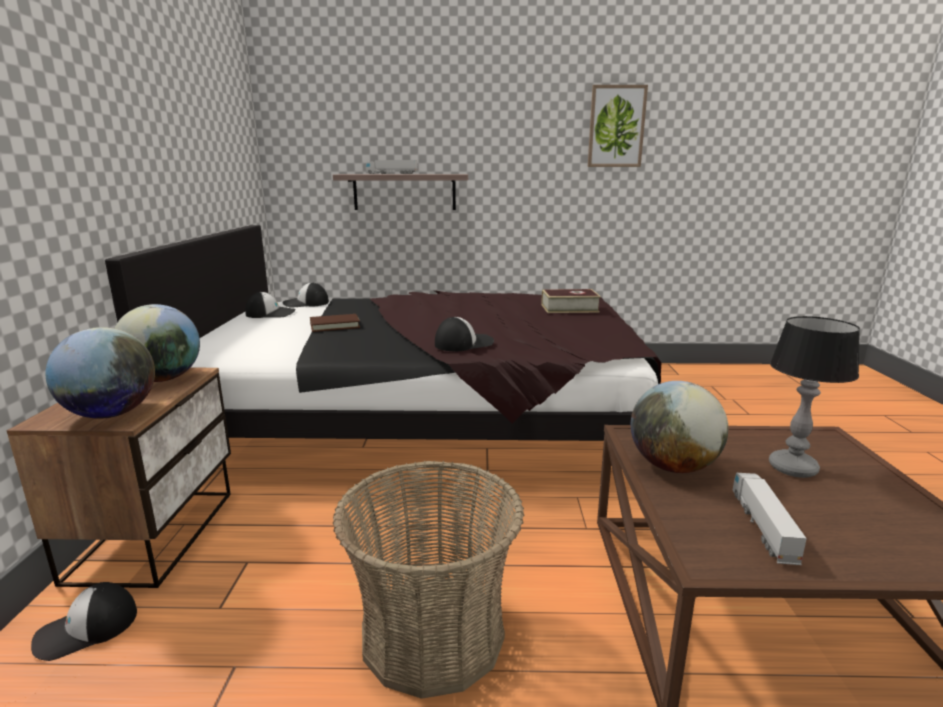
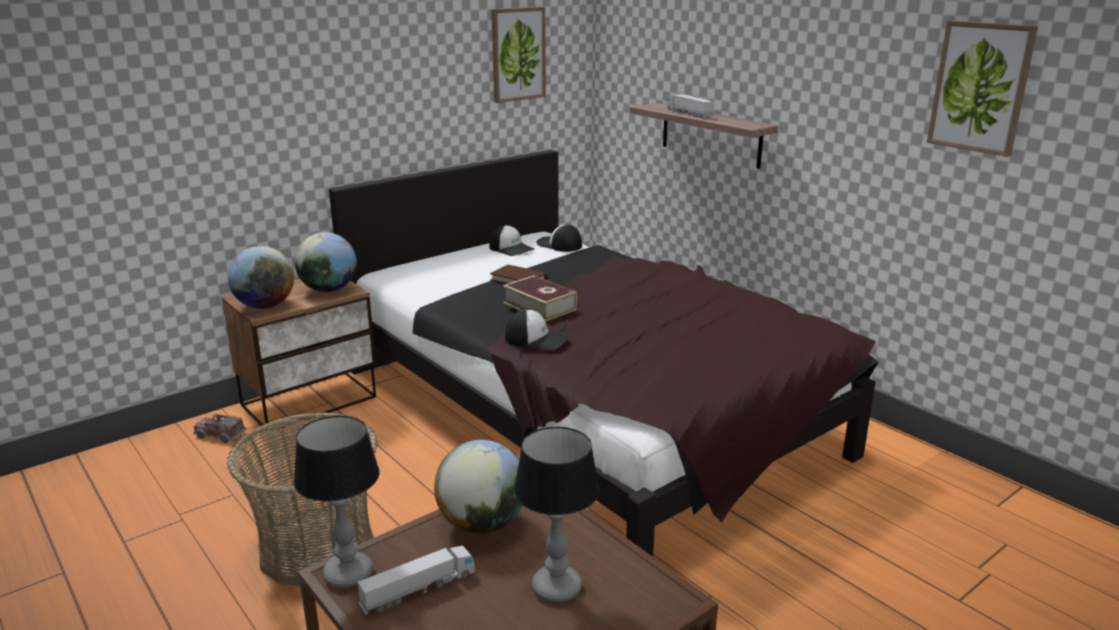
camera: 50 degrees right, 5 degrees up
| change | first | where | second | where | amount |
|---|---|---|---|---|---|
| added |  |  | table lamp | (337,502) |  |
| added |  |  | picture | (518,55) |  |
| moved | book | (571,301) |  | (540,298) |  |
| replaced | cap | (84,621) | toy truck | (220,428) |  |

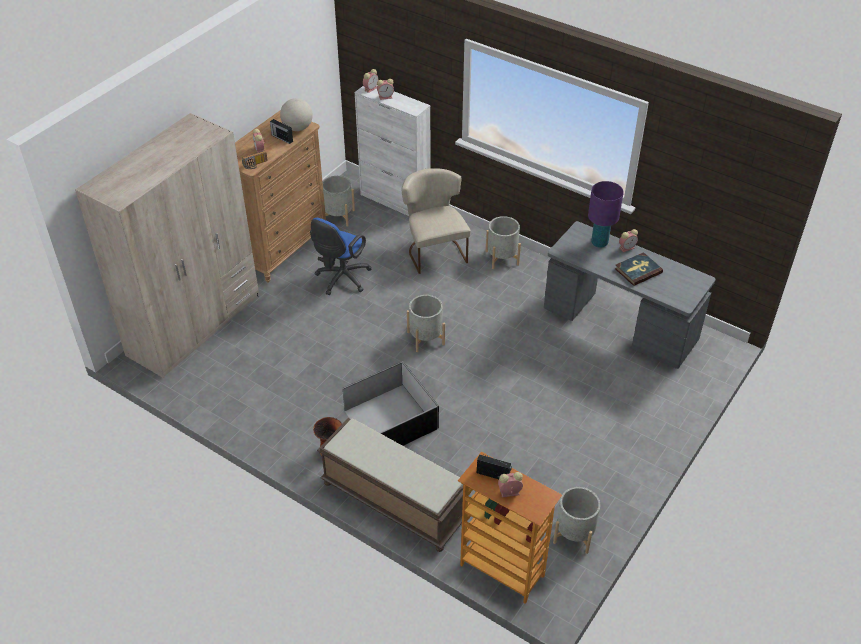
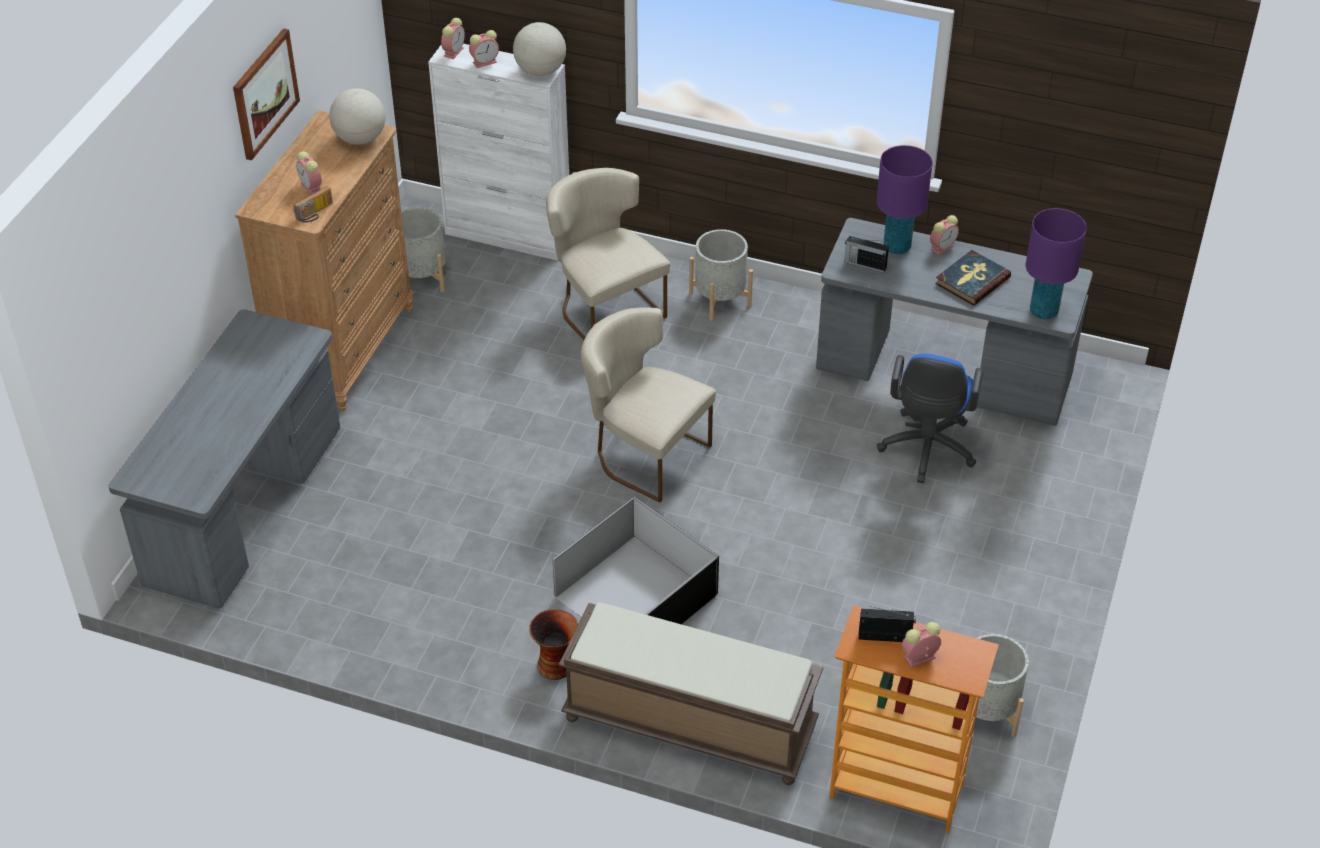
camera: 15 degrees left, 0 degrees up
| change | first | where | second | where | amount |
|---|---|---|---|---|---|
| added |  |  | picture | (266,94) |  |
| added |  |  | globe | (539,49) |  |
| added |  |  | table lamp (purple) | (1056,264) |  |
| moved | radio | (281,131) |  | (867,254) |  |
| moved | office chair (blue) | (340,256) |  | (930,418) |  |
| replaced | wardrobe (beige) | (167,245) | desk (grey) | (224,459) |  |
| replaced | planter (grey) | (426,323) | chair (beige) | (648,405) |  |

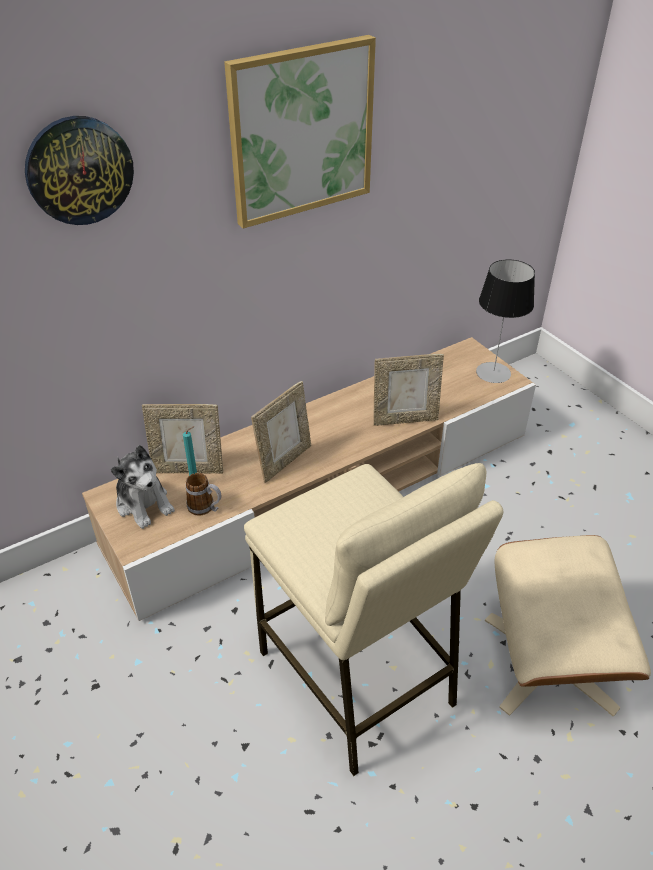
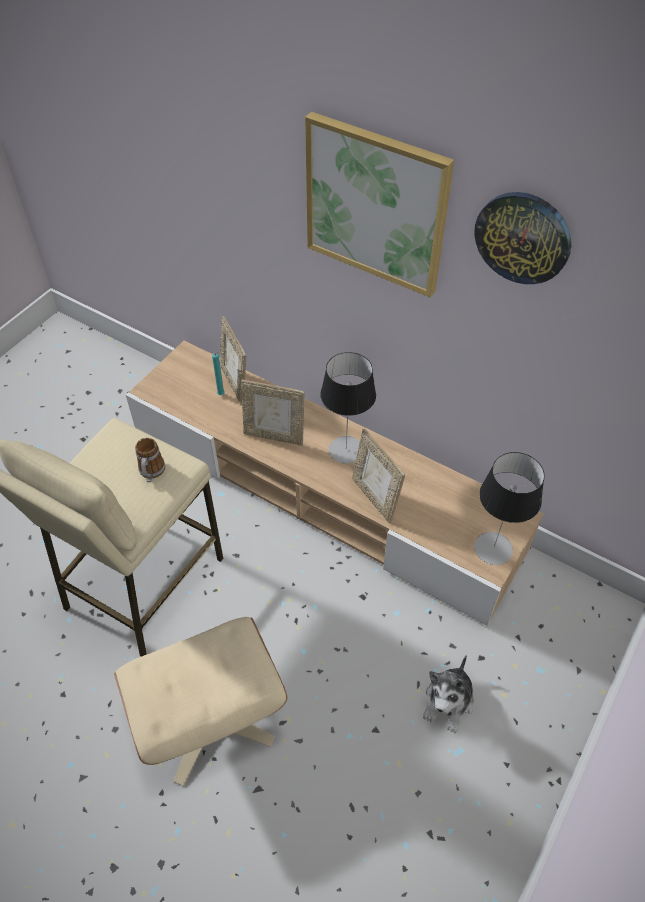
camera: 65 degrees right, 10 degrees up
| change | first | where | second | where | amount |
|---|---|---|---|---|---|
| added |  |  | table lamp | (348,408) |  |
| moved | wall clock | (79,170) |  | (522,238) |  |
| moved | plush toy | (143,487) |  | (448,694) |  |
| moved | mug | (203,494) |  | (150,460) |  |

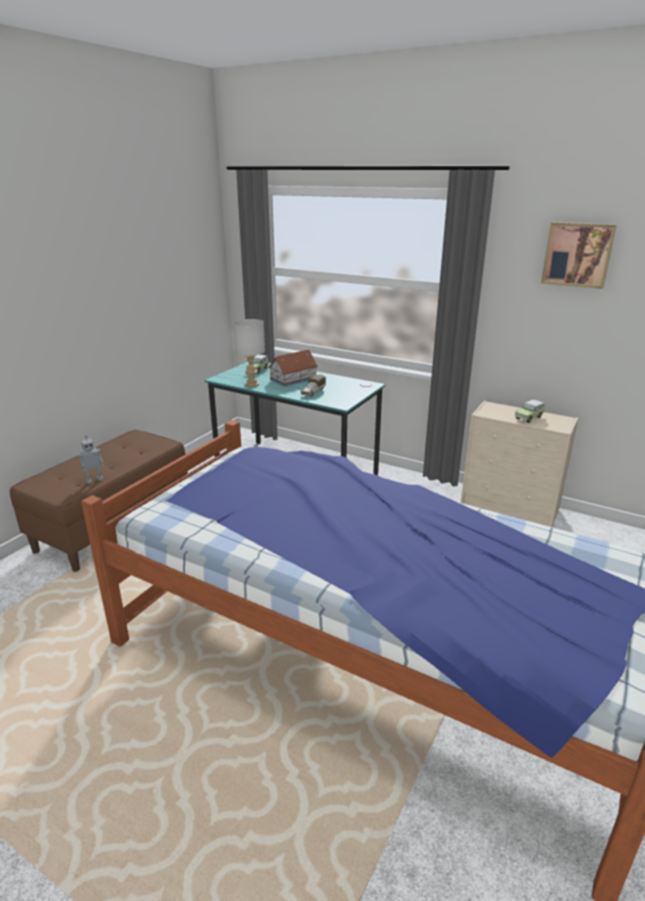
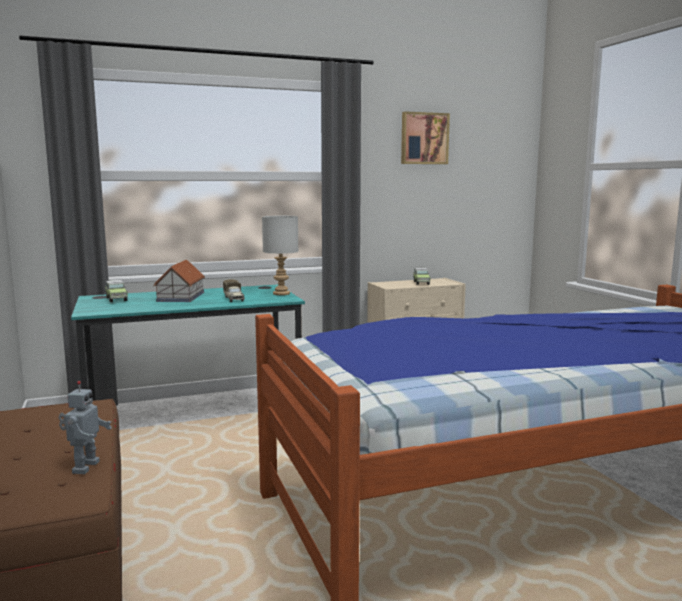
camera: 50 degrees left, 15 degrees down
| change | first | where | second | where | amount |
|---|---|---|---|---|---|
| moved | table lamp (grey) | (249,353) |  | (280,255) |  |

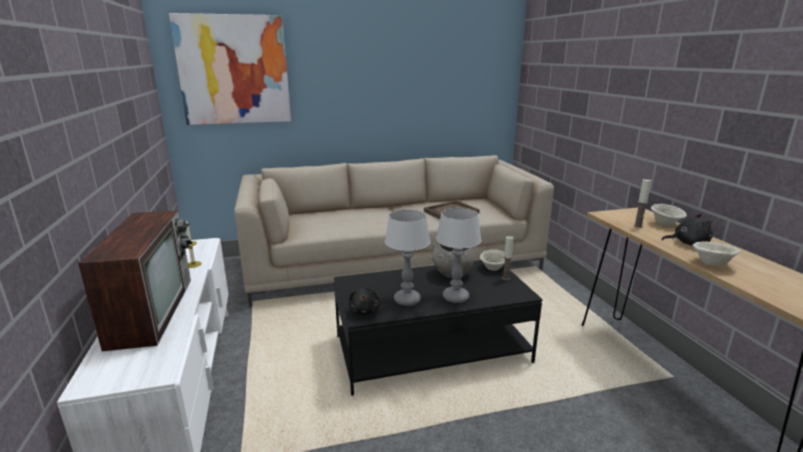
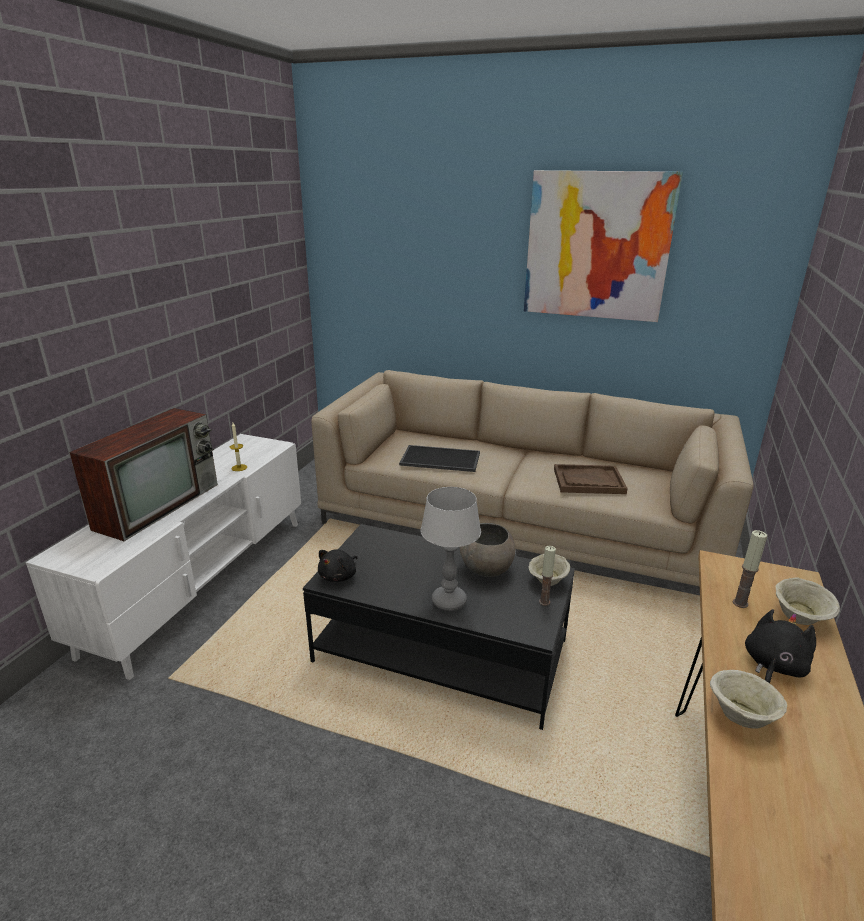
camera: 35 degrees right, 5 degrees up
| change | first | where | second | where | amount |
|---|---|---|---|---|---|
| removed | table lamp | (407,258) |  |  |  |
| added |  |  | tray | (439,458) |  |
| moved | picture | (230,69) |  | (603,246) |  |
| turned | plush toy (black) | (687,229) |  | (780,646) | 90 degrees counterclockwise |

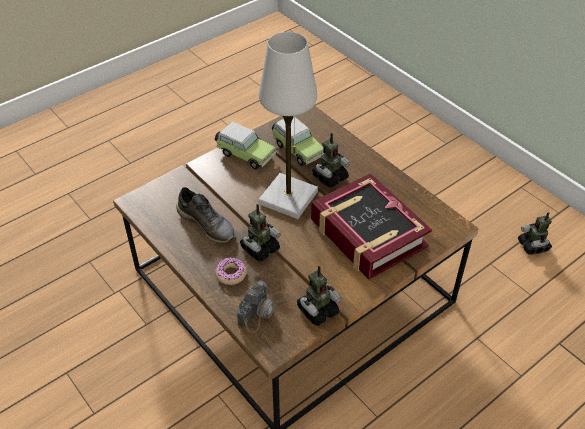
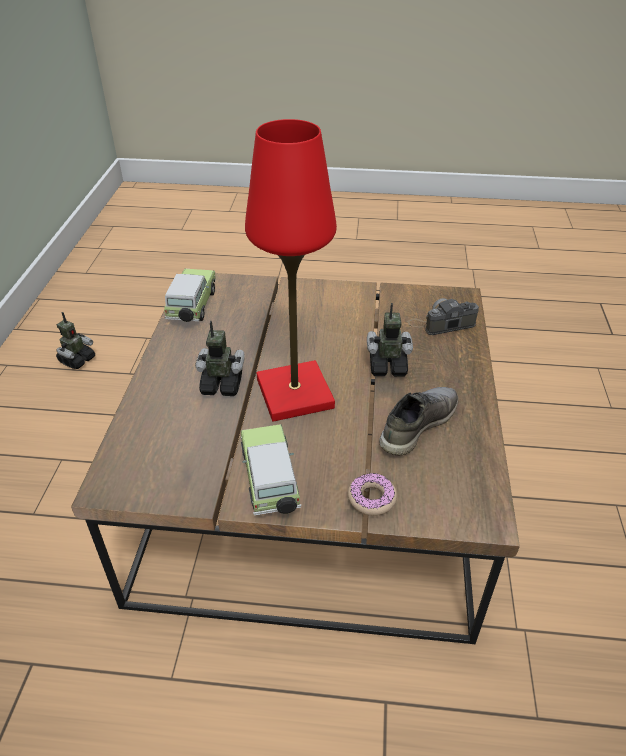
camera: 135 degrees left, 5 degrees down
| change | first | where | second | where | amount |
|---|---|---|---|---|---|
| removed | toy robot | (319,296) |  |  |  |
| removed | book | (371,226) |  |  |  |
| moved | donut | (231,271) |  | (372,494) |  |
| moved | toy car | (298,141) |  | (190,295) |  |
| recoloured | table lamp (white) | (288,125) | table lamp (red) | (291,270) |  |
| turned | shoe (grey) | (205,215) |  | (419,421) | 45 degrees clockwise |

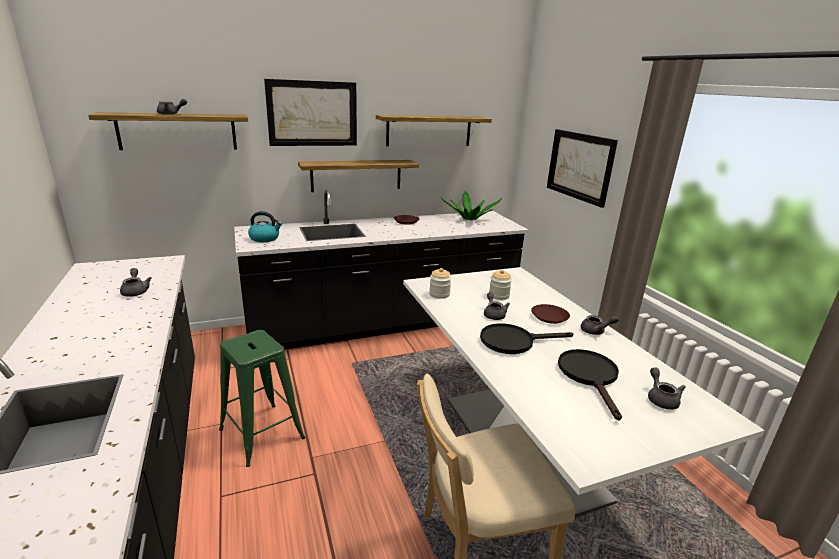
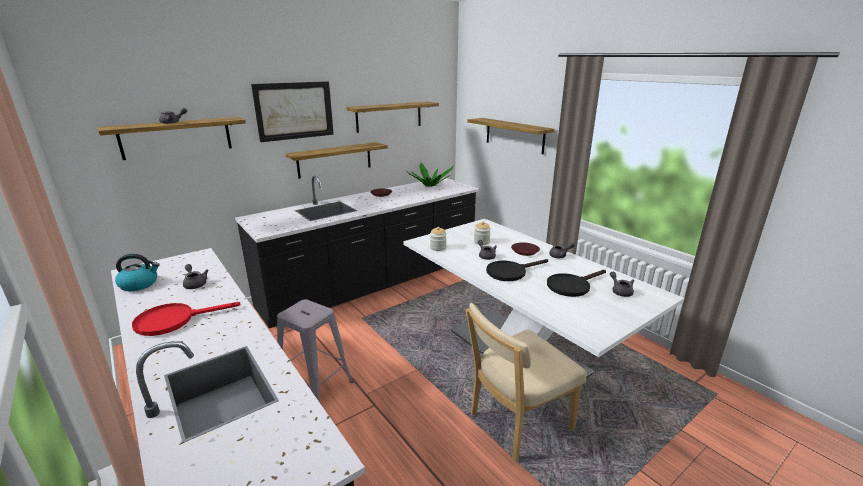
camera: 15 degrees left, 0 degrees up
| change | first | where | second | where | amount |
|---|---|---|---|---|---|
| added |  |  | frying pan (red) | (186,319) |  |
| moved | kettle | (265,226) |  | (137,272) |  |
| replaced | picture | (582,168) | shelf | (510,136) |  |
| recoloured | stool (green) | (262,398) | stool (grey) | (315,350) |  |
| turned | frying pan (black) | (590,385) |  | (576,283) | 105 degrees counterclockwise |

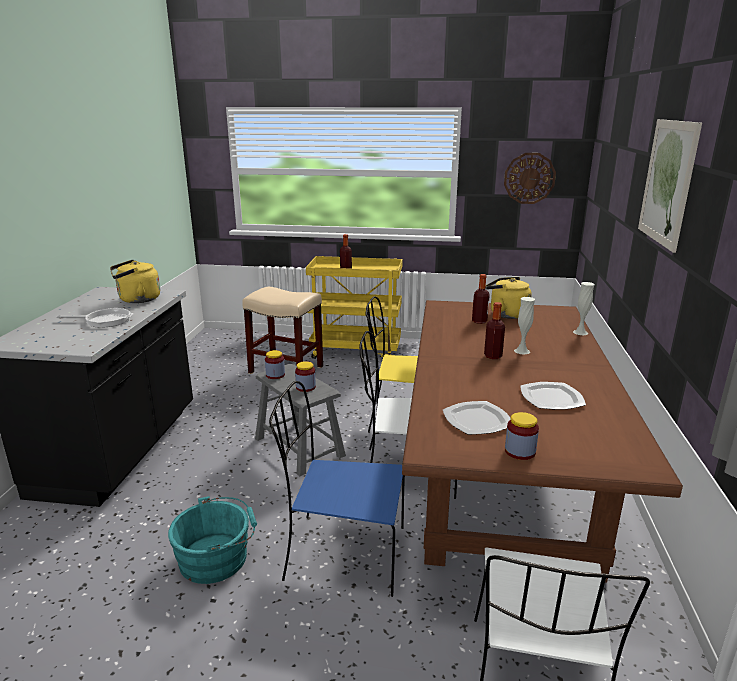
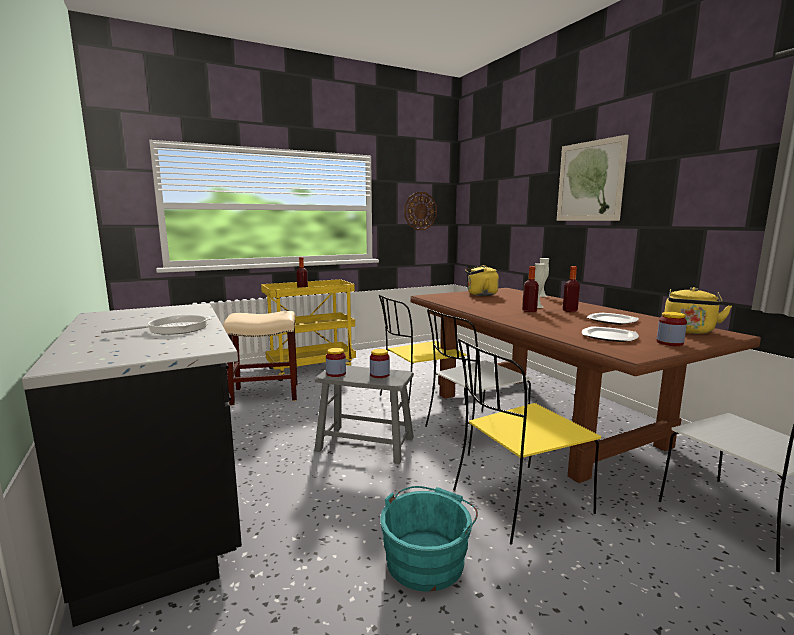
camera: 35 degrees left, 10 degrees down
| change | first | where | second | where | amount |
|---|---|---|---|---|---|
| moved | kettle (yellow) | (135,281) |  | (698,310) |  |
| moved | bottle | (481,299) |  | (571,289) |  |
| recoloured | chair (blue) | (337,489) | chair (yellow) | (527,442) |  |

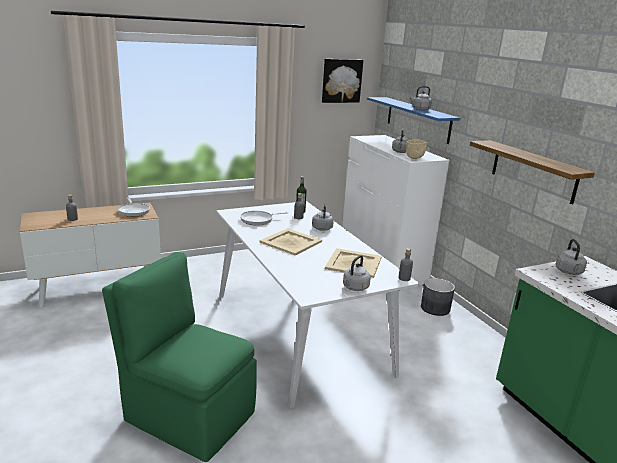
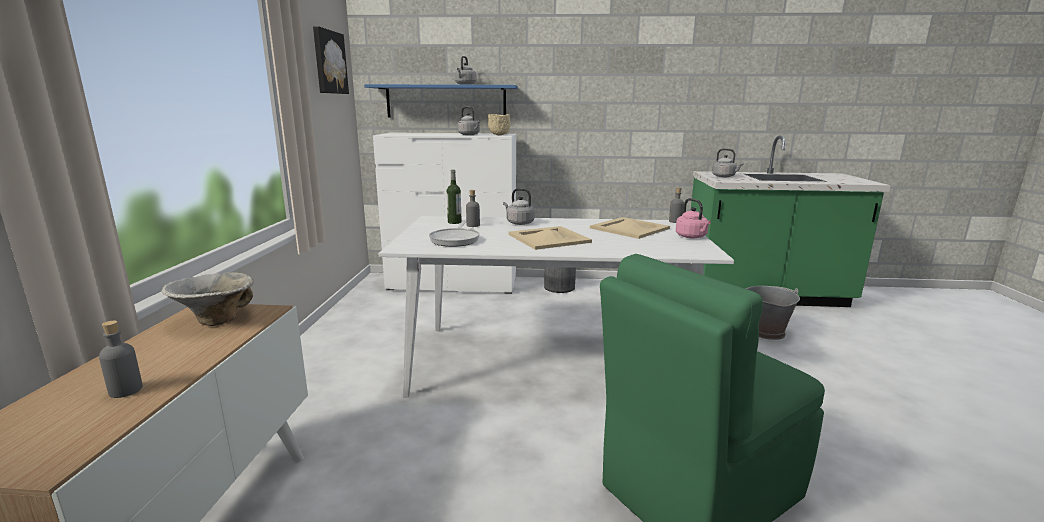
camera: 60 degrees left, 5 degrees down
| change | first | where | second | where | amount |
|---|---|---|---|---|---|
| removed | shelf | (532,172) |  |  |  |
| added |  |  | bucket (grey) | (773,313) |  |
| replaced | frying pan | (134,207) | bowl | (208,299) |  |
| recoloured | kettle (grey) | (357,273) | kettle (pink) | (693,218) |  |

